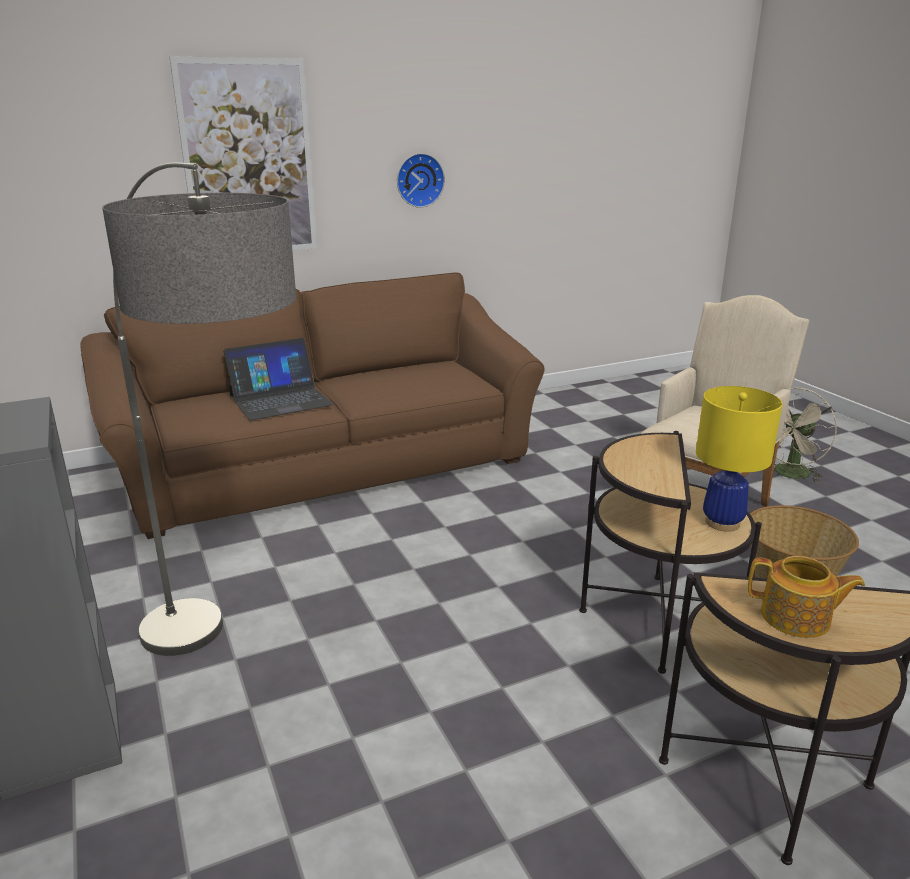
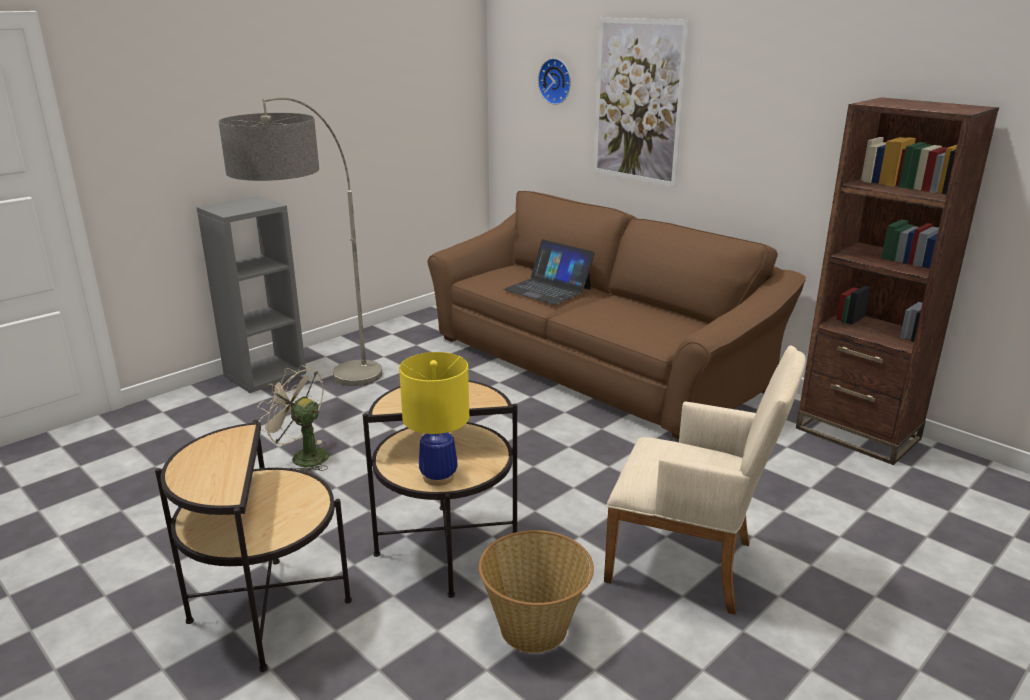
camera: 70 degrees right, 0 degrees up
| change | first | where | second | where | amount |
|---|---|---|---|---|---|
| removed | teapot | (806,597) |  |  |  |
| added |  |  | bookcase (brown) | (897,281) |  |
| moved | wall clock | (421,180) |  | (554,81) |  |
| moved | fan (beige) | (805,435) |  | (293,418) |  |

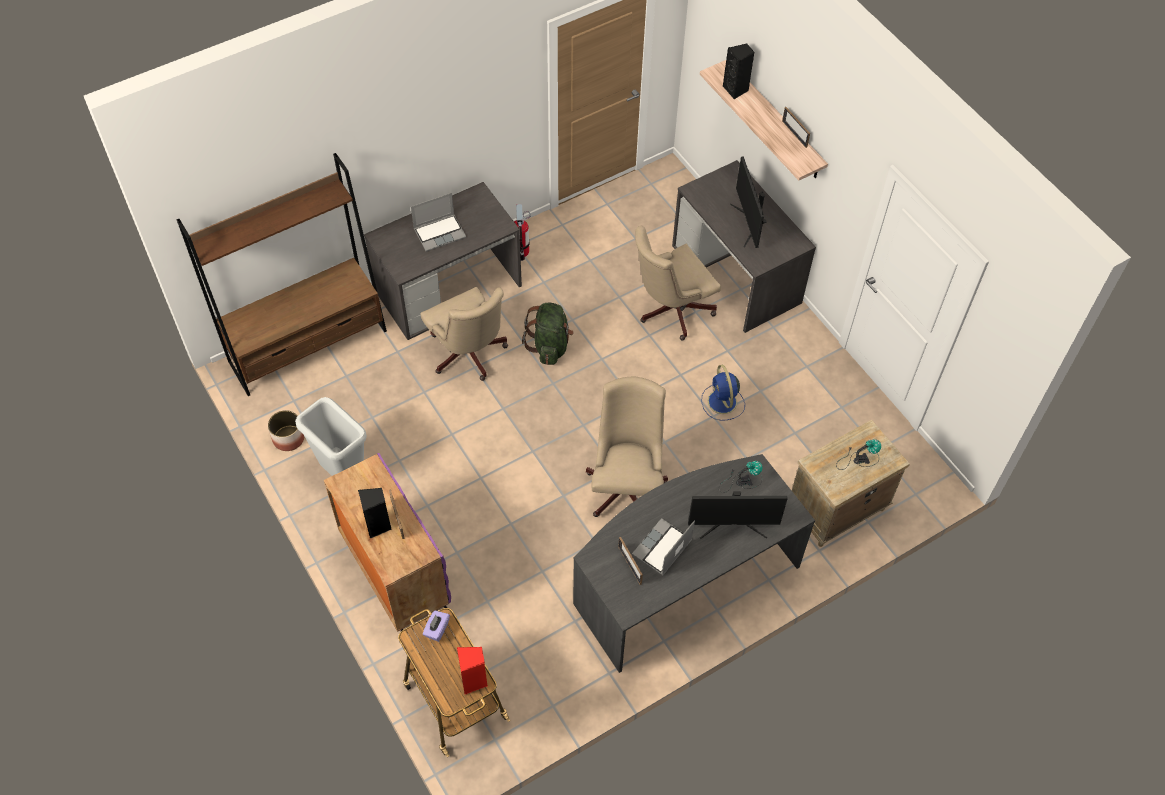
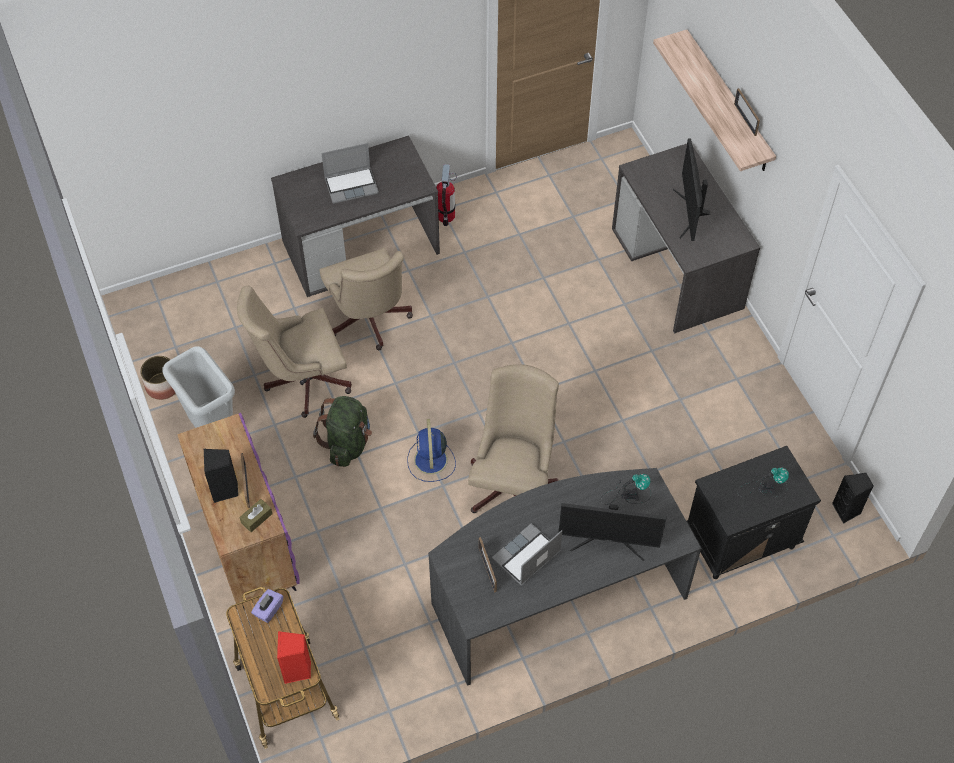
camera: 10 degrees right, 0 degrees up
| change | first | where | second | where | amount |
|---|---|---|---|---|---|
| removed | bookcase (brown) | (282,274) |  |  |  |
| added |  |  | tissue box (brown) | (256,515) |  |
| moved | backpack (green) | (548,333) |  | (342,431) |  |
| moved | office chair (beige) | (678,283) |  | (294,352) |  |
| moved | fan (blue) | (723,393) |  | (431,450) |  |
| moved | speaker (black) | (739,71) |  | (853,498) |  |
| recoloured | nightstand (beige) | (851,483) | nightstand (black) | (754,512) |  |

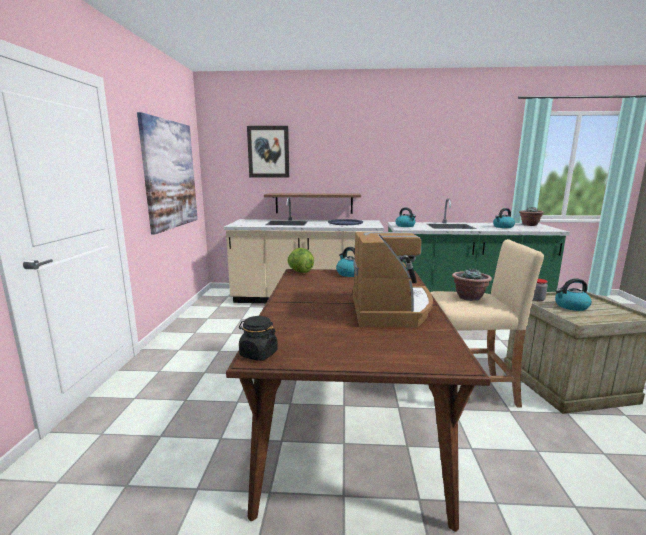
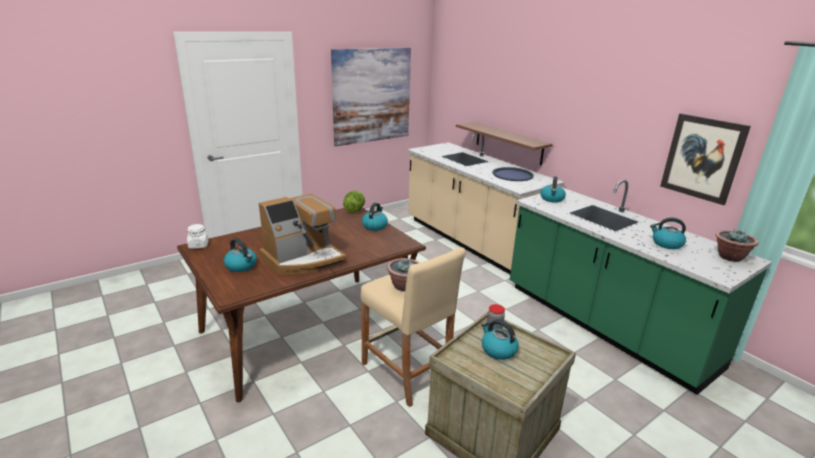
camera: 50 degrees right, 10 degrees up
| change | first | where | second | where | amount |
|---|---|---|---|---|---|
| added |  |  | kettle | (240,255) |  |
| moved | picture | (268,152) |  | (705,159) |  |
| recoloured | jar (black) | (258,338) | jar (white) | (198,236) |  |

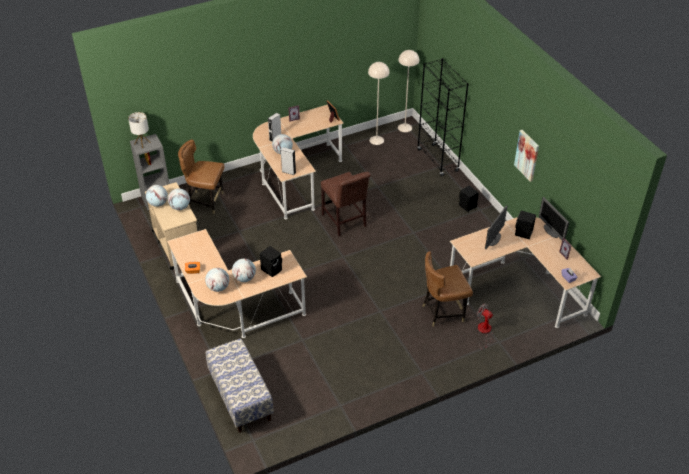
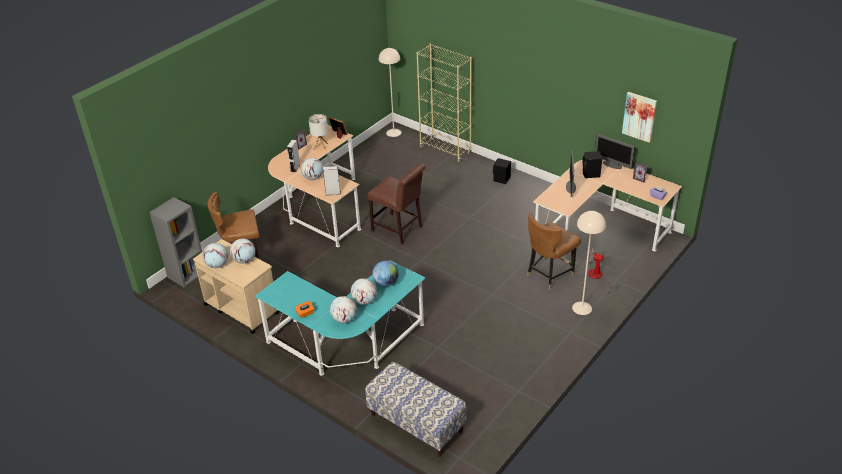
camera: 25 degrees left, 5 degrees down
| change | first | where | second | where | amount |
|---|---|---|---|---|---|
| moved | table lamp | (139,130) |  | (318,132) |  |
| moved | floor lamp (beige) | (379,103) |  | (589,263) |  |
| moved | picture | (526,156) |  | (639,117) |  |
| replaced | speaker (black) | (271,261) | globe | (385,273) |  |
| recoloured | desk (beige) | (237,283) | desk (turquoise) | (340,318) |  |
| recoloured | bookcase (black) | (443,117) | bookcase (beige) | (444,103) |  |

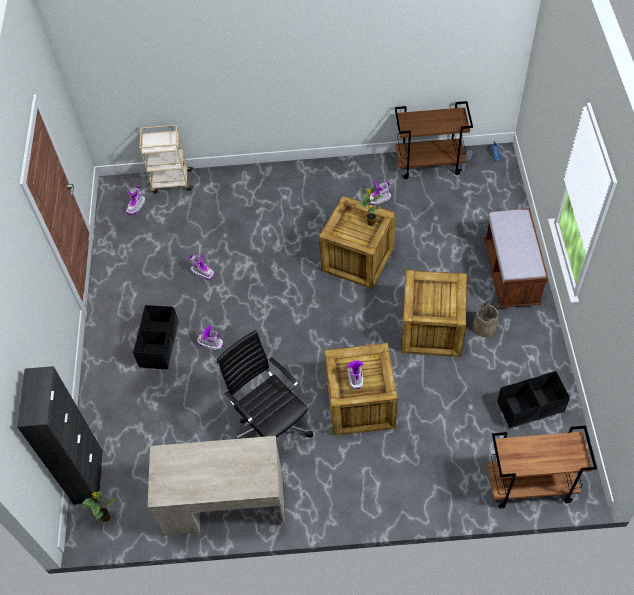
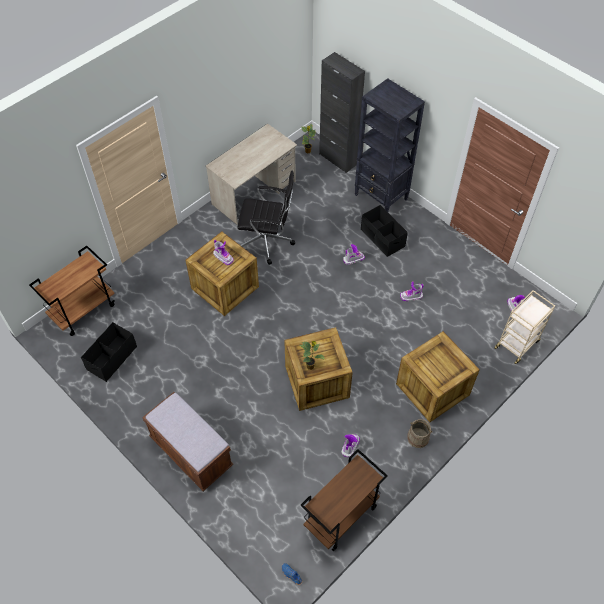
camera: 135 degrees right, 0 degrees up
| change | first | where | second | where | amount |
|---|---|---|---|---|---|
| added |  |  | bookcase (black) | (390,145) |  |
| moved | crate | (434,313) |  | (438,376) |  |
| moved | bucket (beige) | (485,320) |  | (419,433) |  |

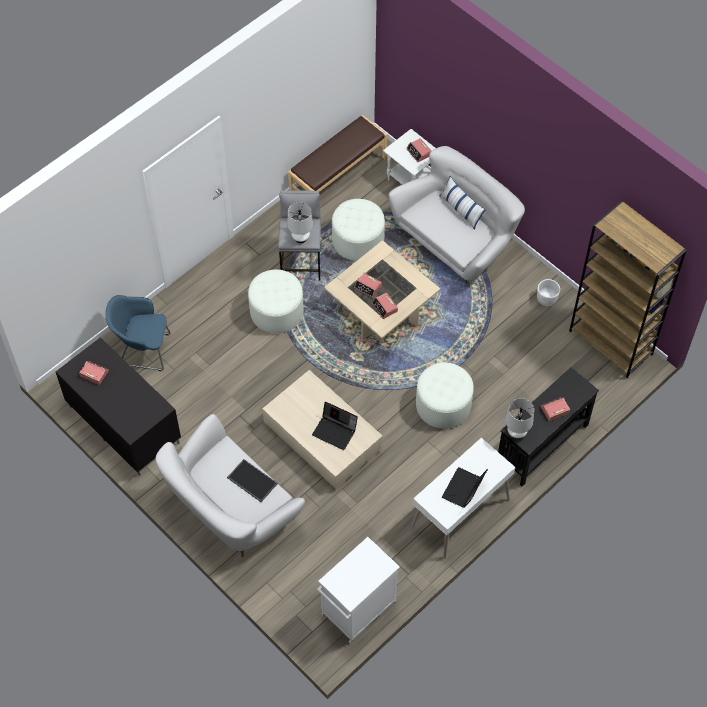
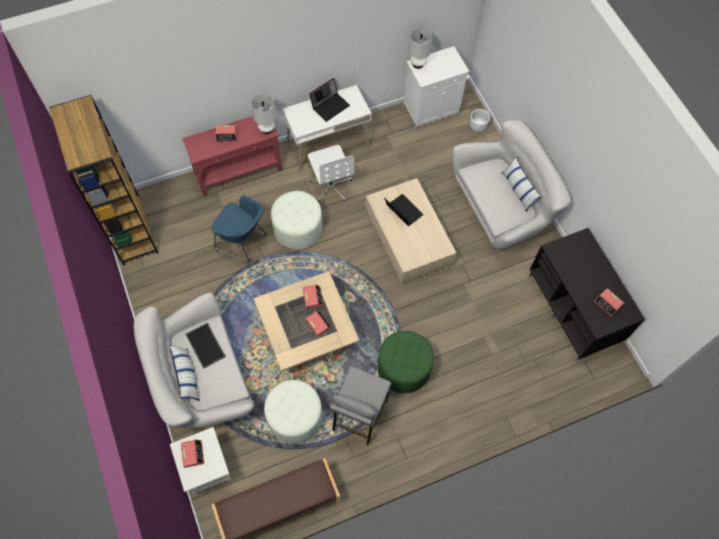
camera: 160 degrees left, 5 degrees up
| change | first | where | second | where | amount |
|---|---|---|---|---|---|
| added |  |  | office chair (white) | (331,173) |  |
| added |  |  | pillow | (521,184) |  |
| moved | armchair (blue) | (138,333) |  | (239,229) |  |
| moved | tray | (252,480) |  | (205,346) |  |
| moved | table lamp (white) | (300,222) |  | (420,48) |  |
| moved | planter (white) | (548,292) |  | (480,121) |  |
| recoloured | ottoman (white) | (275,301) | ottoman (green) | (406,362) |  |
| recoloured | console table (black) | (548,427) | console table (red) | (232,156) |  |

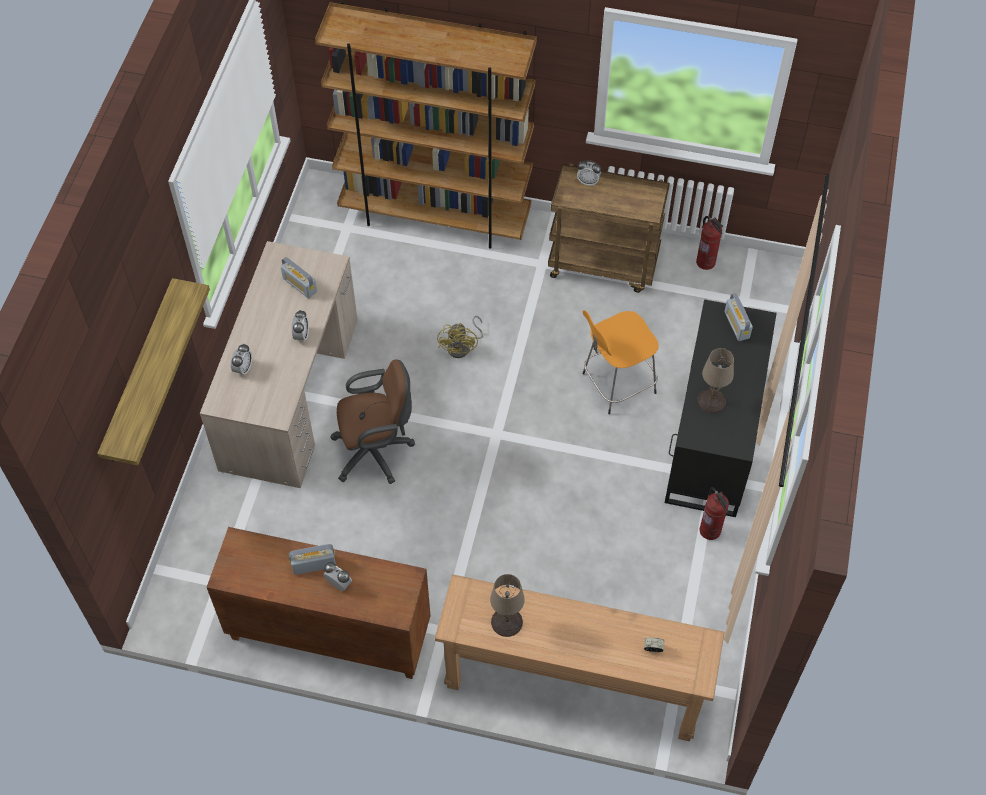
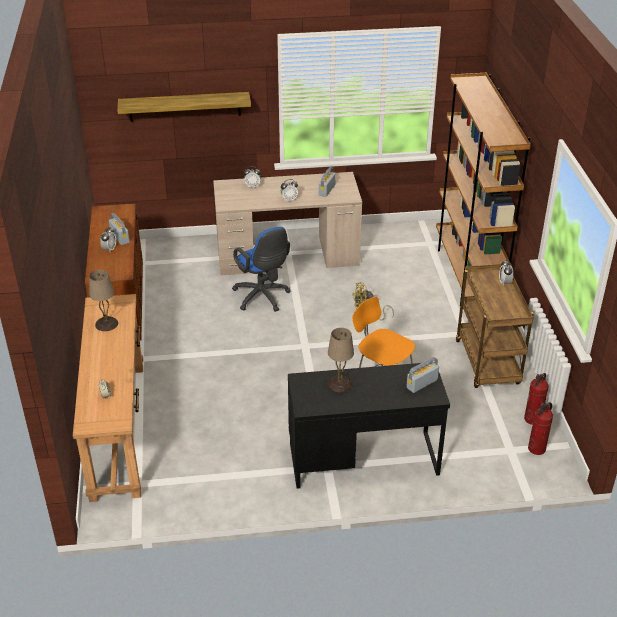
camera: 70 degrees right, 20 degrees down
| change | first | where | second | where | amount |
|---|---|---|---|---|---|
| moved | fire extinguisher | (714,513) |  | (540,428) |  |
| recoloured | office chair (brown) | (372,421) | office chair (blue) | (261,269) |  |

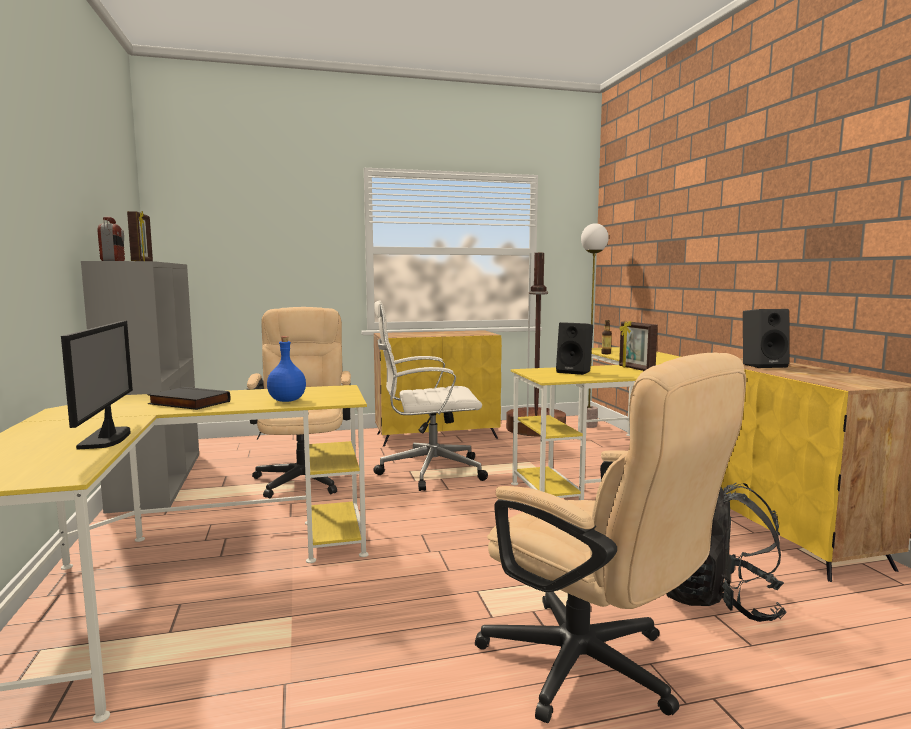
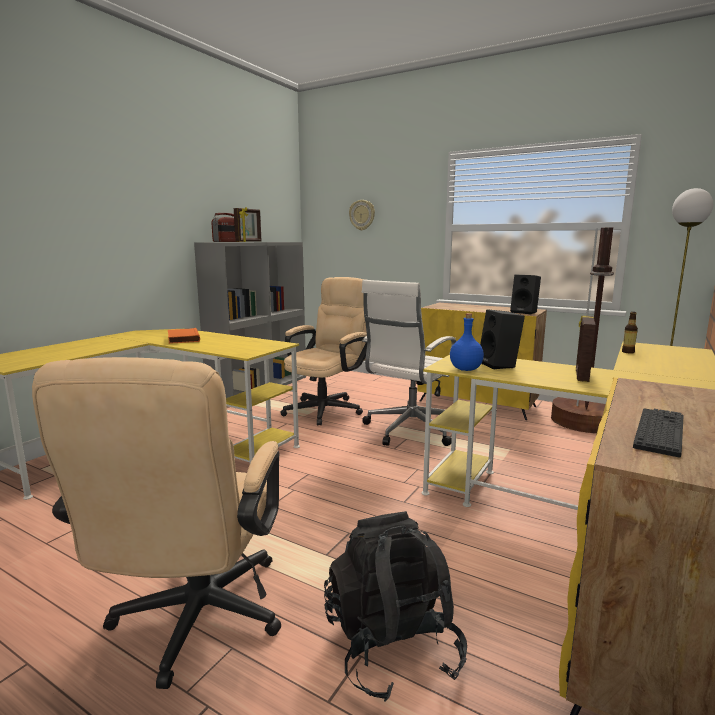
camera: 45 degrees right, 5 degrees up
| change | first | where | second | where | amount |
|---|---|---|---|---|---|
| removed | monitor | (97,385) |  |  |  |
| added |  |  | wall clock | (362,215) |  |
| added |  |  | keyboard | (658,433) |  |
| moved | bottle (blue) | (286,369) |  | (467,342) |  |
| moved | speaker (black) | (766,338) |  | (525,294) |  |
| recoloured | book (black) | (188,398) | book (orange) | (184,336) |  |
| turned | office chair (white) | (430,395) |  | (409,363) | 90 degrees counterclockwise |

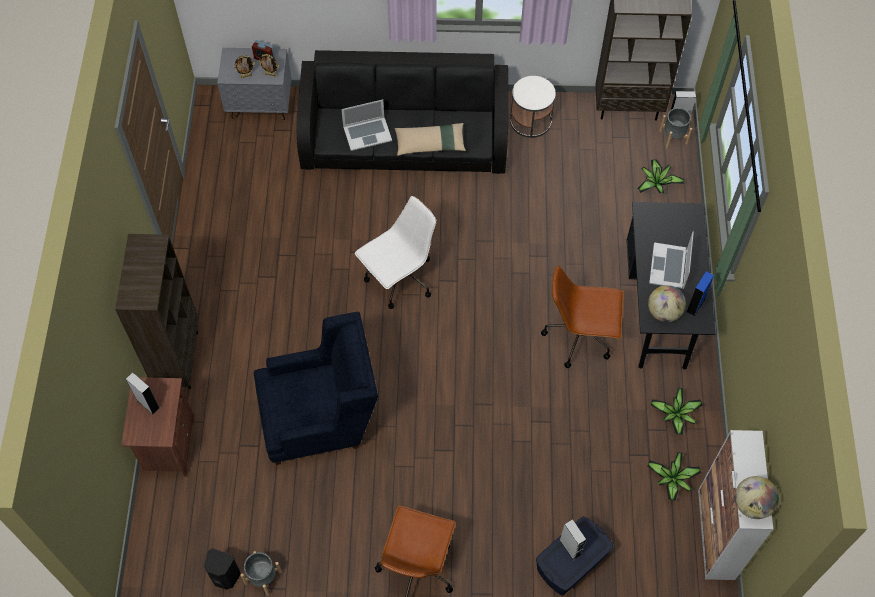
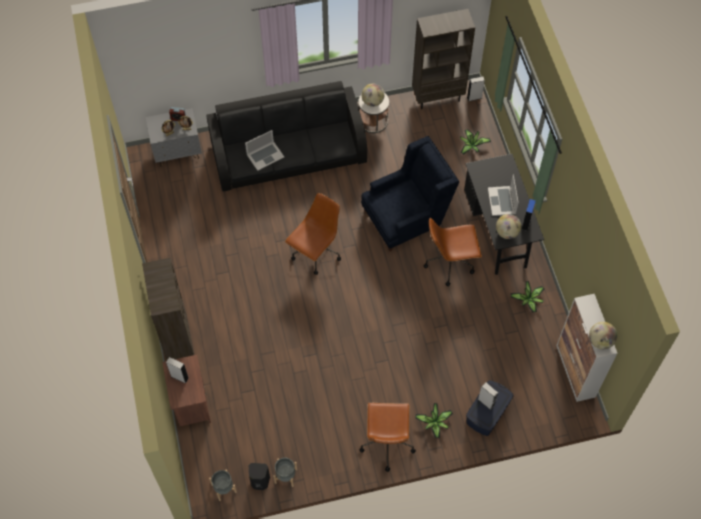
camera: 15 degrees left, 0 degrees up
| change | first | where | second | where | amount |
|---|---|---|---|---|---|
| removed | pillow (beige) | (430,139) |  |  |  |
| added |  |  | globe | (373,95) |  |
| moved | armchair (blue) | (316,388) |  | (410,194) |  |
| moved | potted plant | (674,476) |  | (434,420) |  |
| moved | planter (grey) | (675,128) |  | (223,485) |  |
| recoloured | office chair (white) | (396,252) | office chair (brown) | (313,234) |  |

